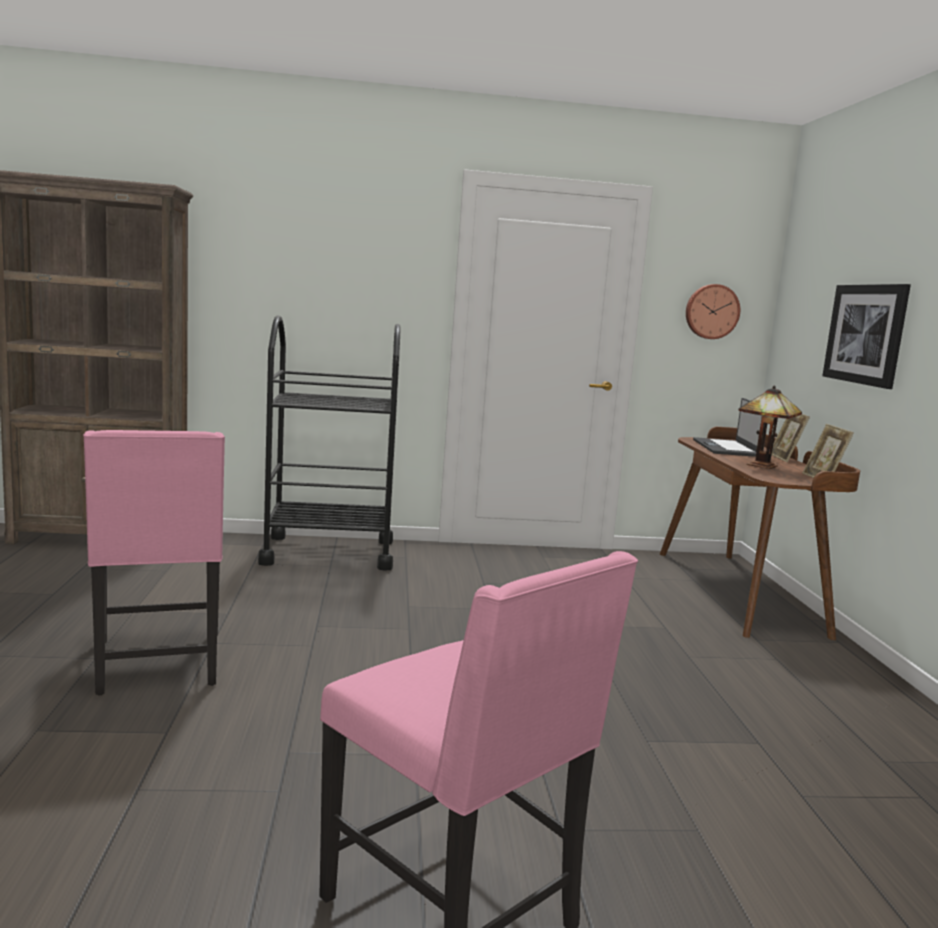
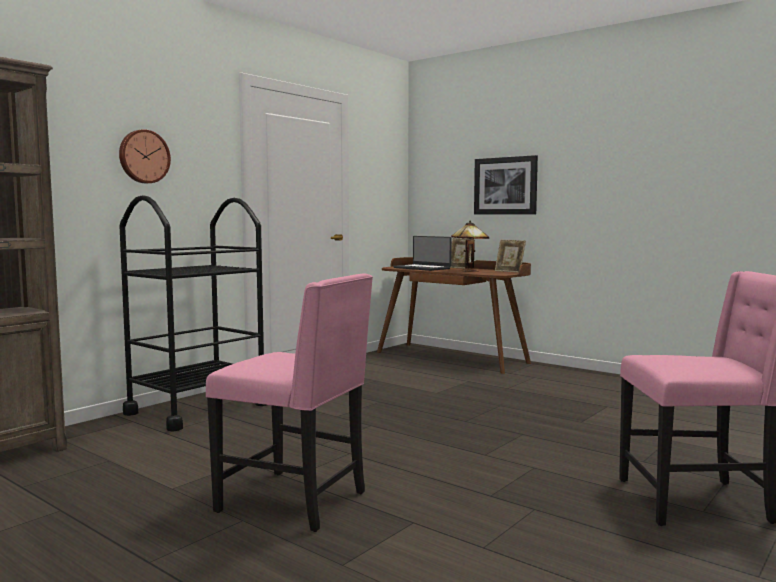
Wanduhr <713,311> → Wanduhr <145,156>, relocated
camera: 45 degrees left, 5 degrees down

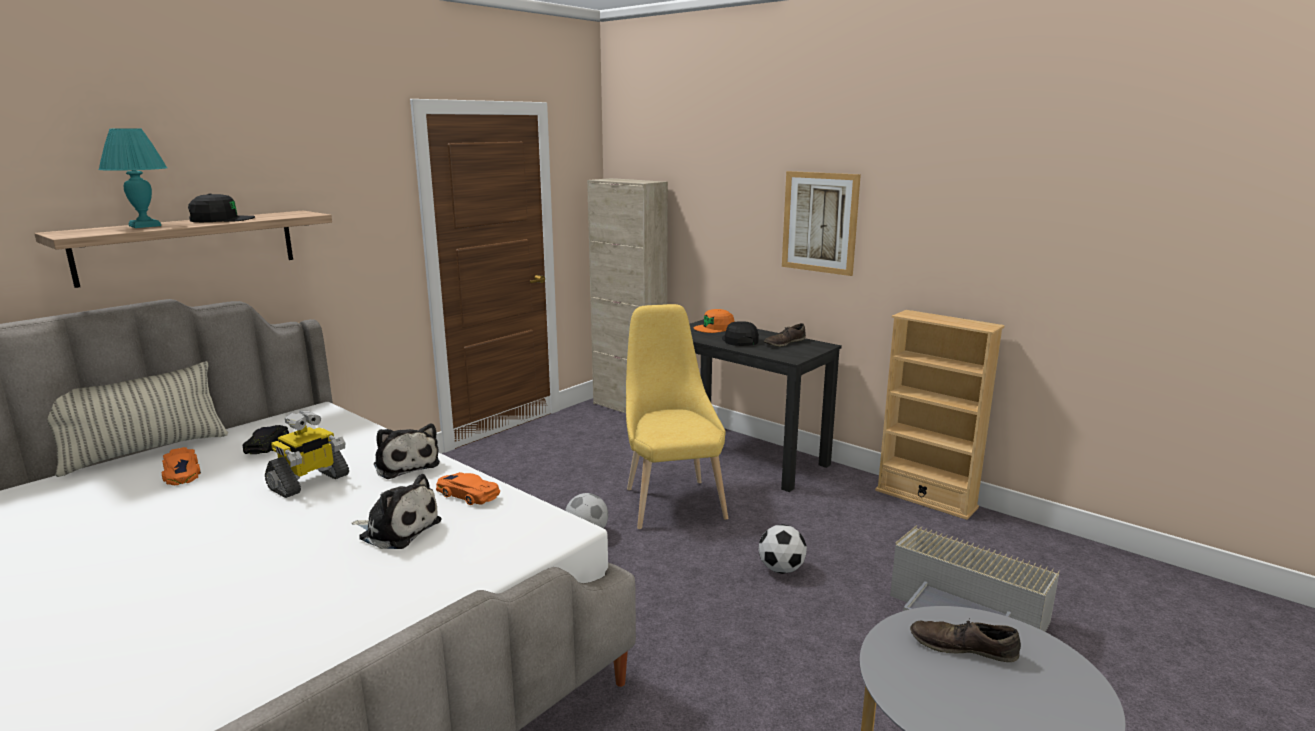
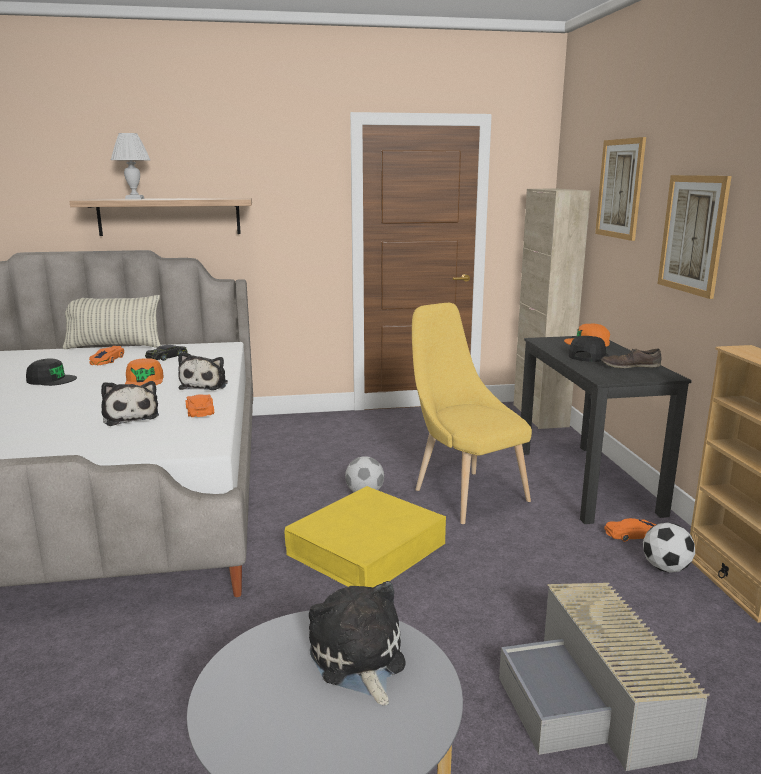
- → Aufbewahrungsbox/gelb <365,536>
- → Bild <620,189>
- → Spielzeugauto/orange <630,530>
Kappe/schwarz <221,207> → Kappe/schwarz <51,372>, relocated
Fußball <783,549> → Fußball <669,548>, relocated
Spielzeugroboter <307,454> → Kappe/orange <144,372>
Schuh/braun <965,640> → Plüschtier <357,643>
Tischlampe/türkis <133,178> → Tischlampe/weiß <130,166>
Stuhl/gelb <677,416> → Stuhl/gelb <472,413>, 60 degrees counterclockwise
camera: 40 degrees right, 0 degrees up

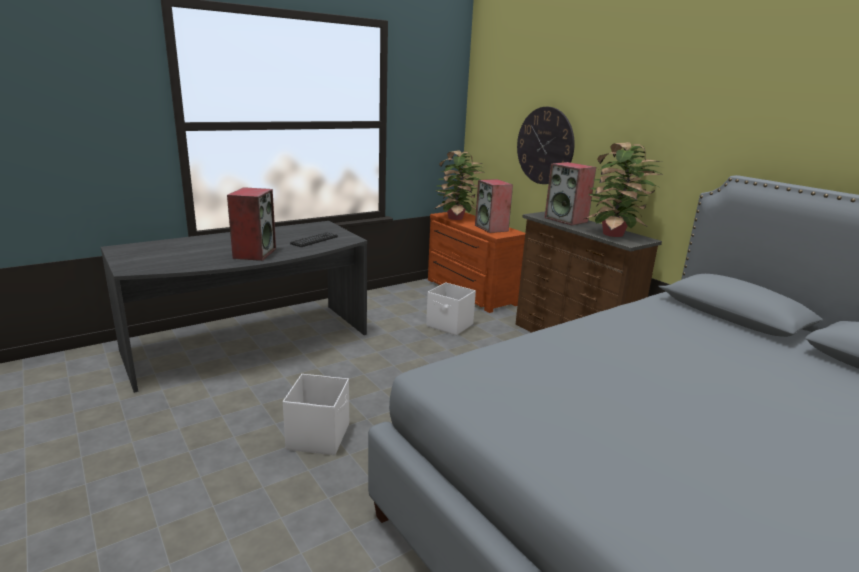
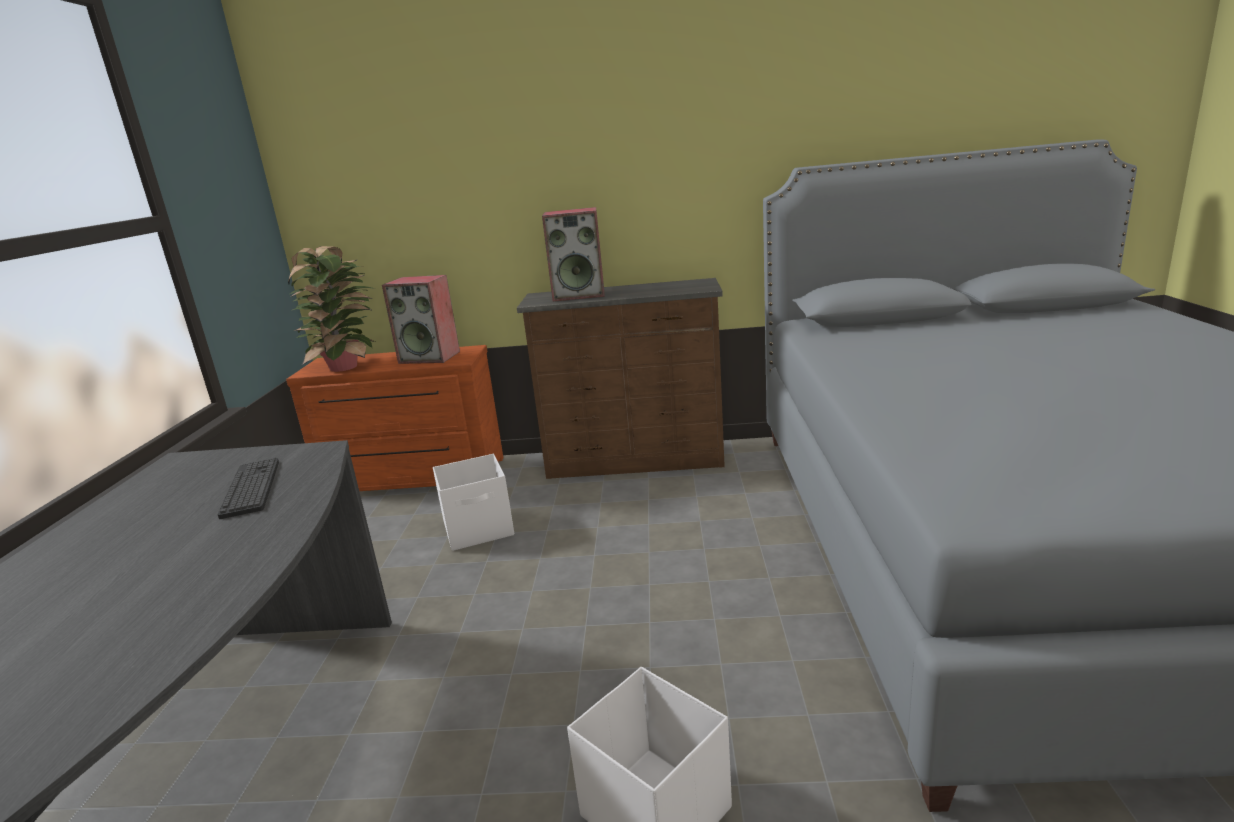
Lautsprecher <251,224> → -
Wanduhr <546,145> → -
Topfpflanze <623,189> → -
camera: 50 degrees left, 0 degrees up

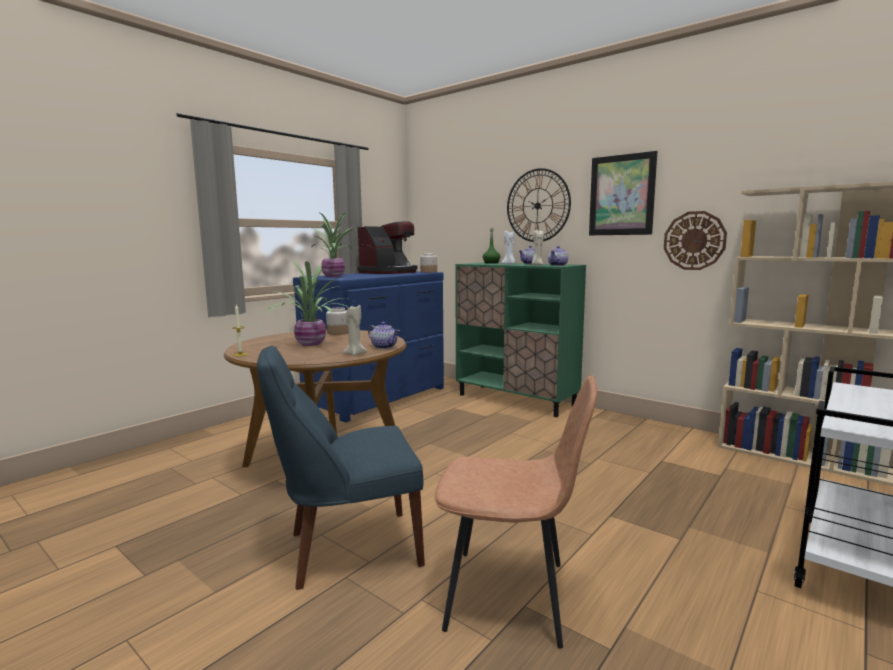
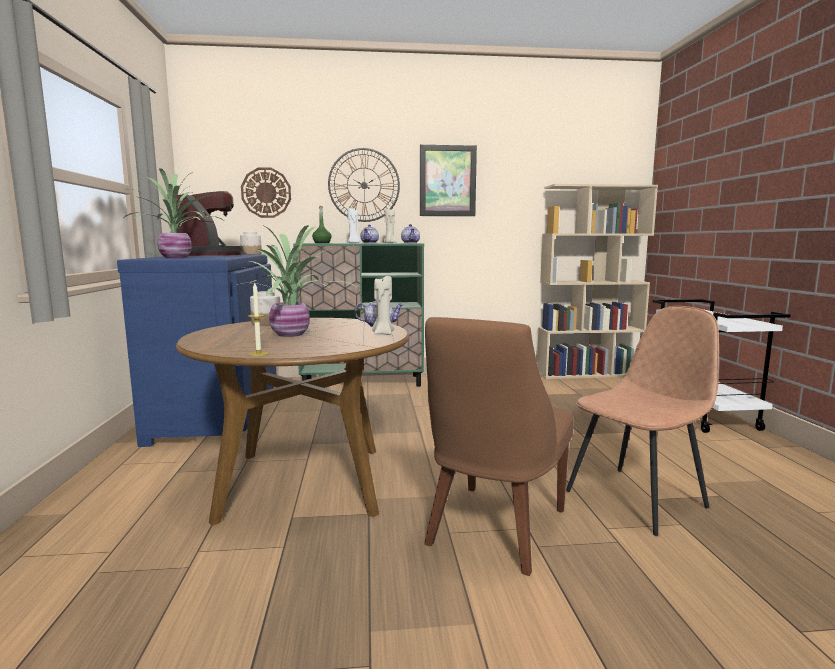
Wanduhr <695,240> → Wanduhr <266,192>, relocated
Stuhl/blau <341,468> → Stuhl/braun <498,446>
camera: 45 degrees left, 0 degrees up

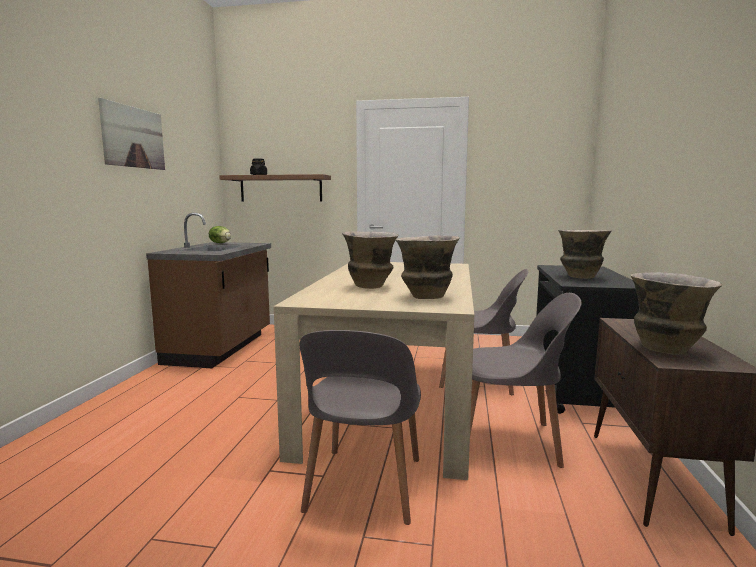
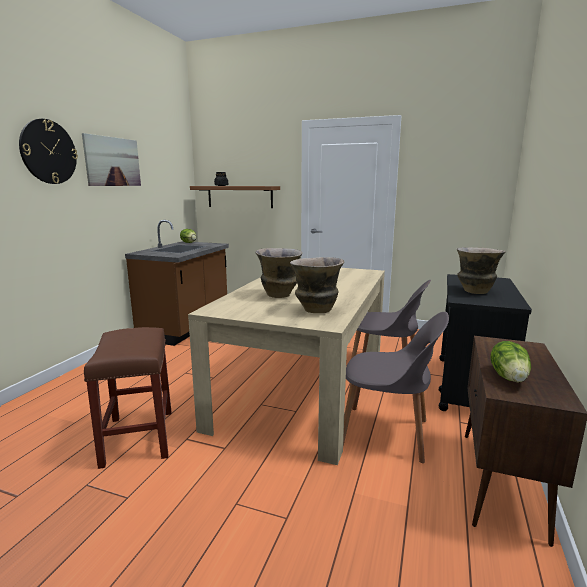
Stuhl/grau <360,427> → -
- → Wanduhr <48,151>
- → Hocker/braun <127,398>
Vase <676,313> → Salatkopf <510,361>
camera: 10 degrees right, 5 degrees up

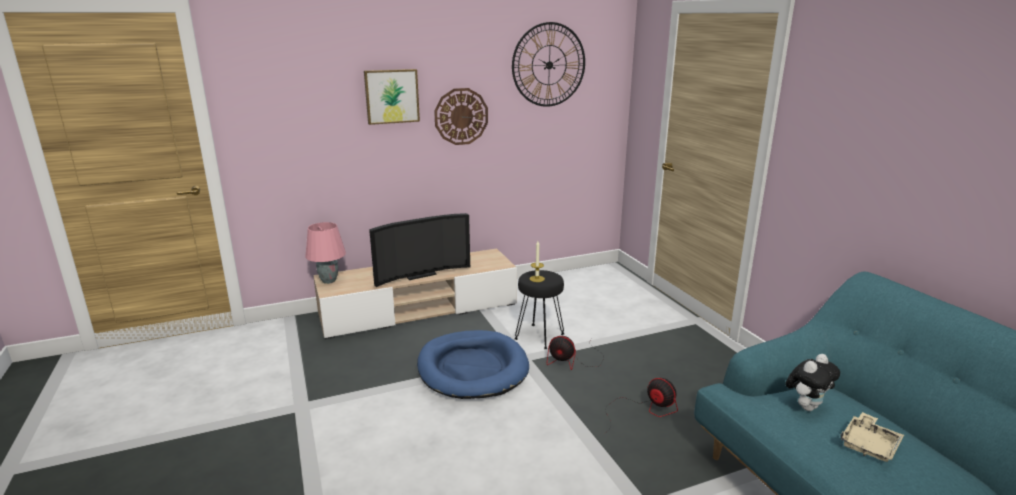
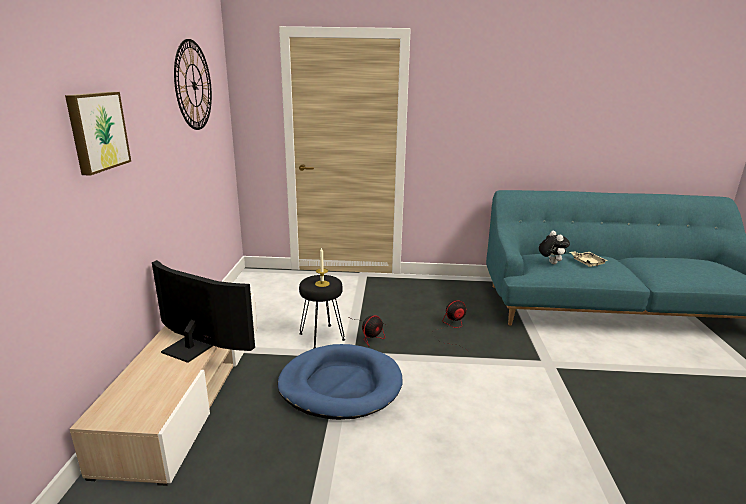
Tischlampe/rosa <325,253> → -
Wanduhr <461,116> → -
Fernseher <419,250> → Fernseher <203,311>, 60 degrees counterclockwise
camera: 65 degrees left, 0 degrees up

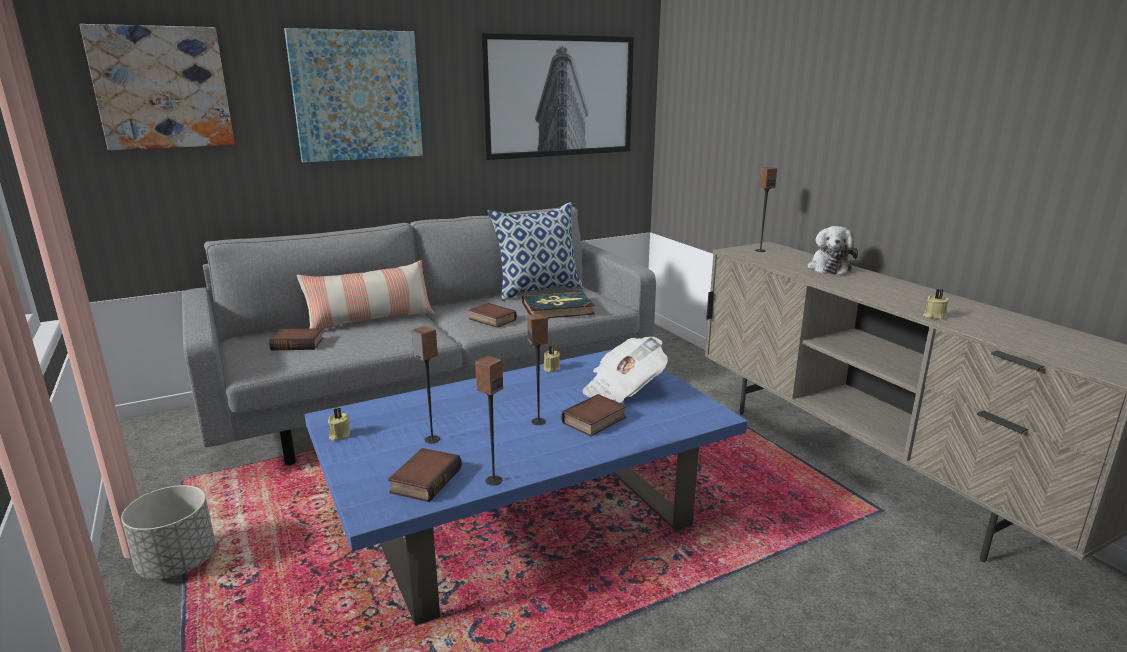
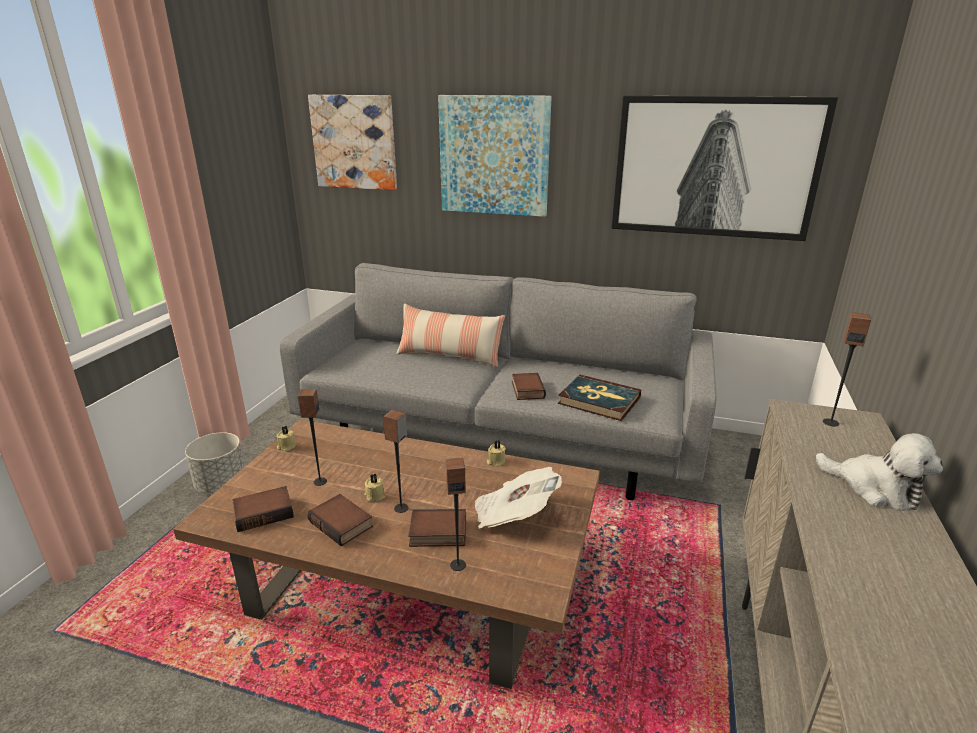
Kissen <536,251> → -
Buch <296,339> → Buch <340,520>, relocated
Lautsprecher <489,421> → Lautsprecher <456,514>, relocated
Kerze/beige <936,304> → Kerze/beige <374,487>, relocated
Couchtisch/blau <526,487> → Couchtisch/braun <386,554>
Plüschtier <832,250> → Plüschtier <879,472>, 105 degrees counterclockwise
camera: 45 degrees right, 5 degrees up

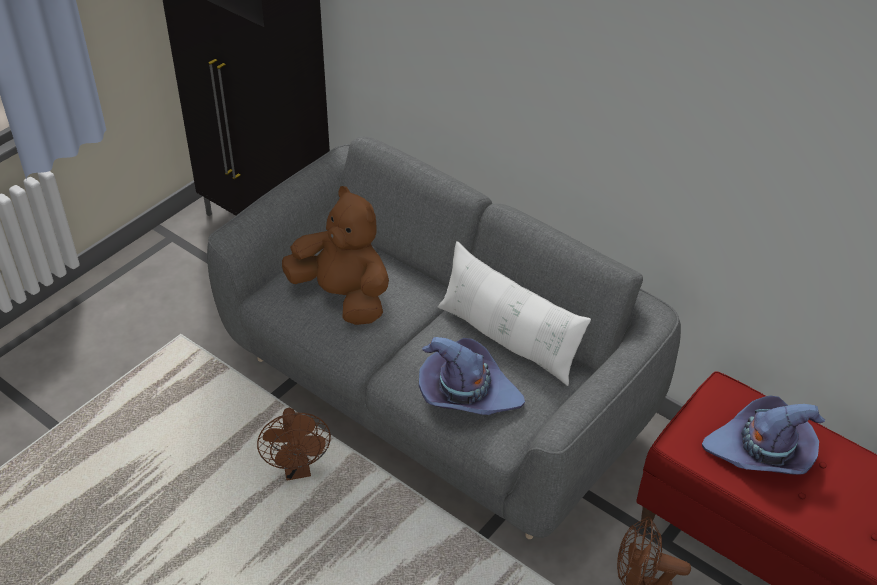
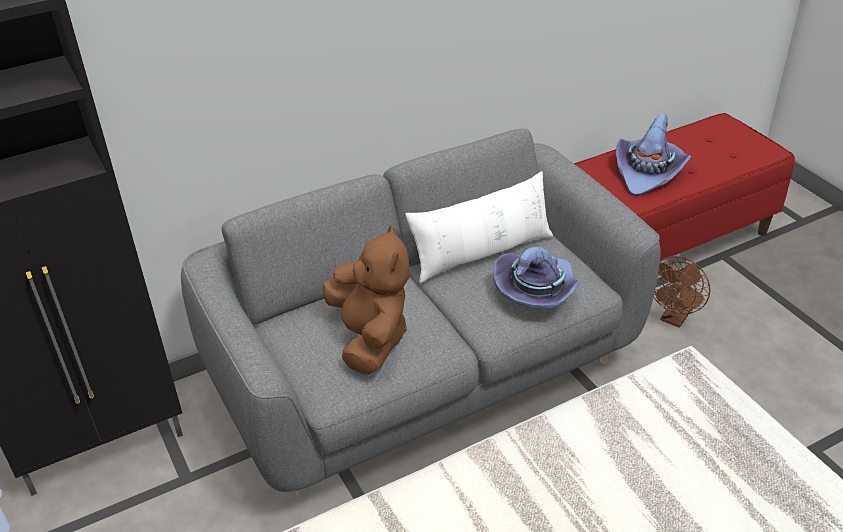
Ventilator/braun <294,444> → -
Plüschtier/braun <335,255> → Plüschtier/braun <366,299>, 105 degrees clockwise
camera: 65 degrees left, 5 degrees down

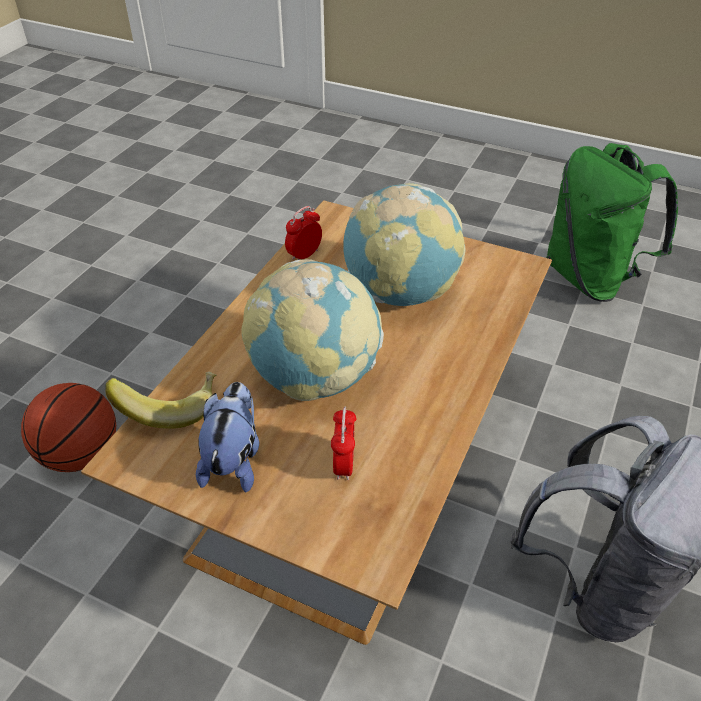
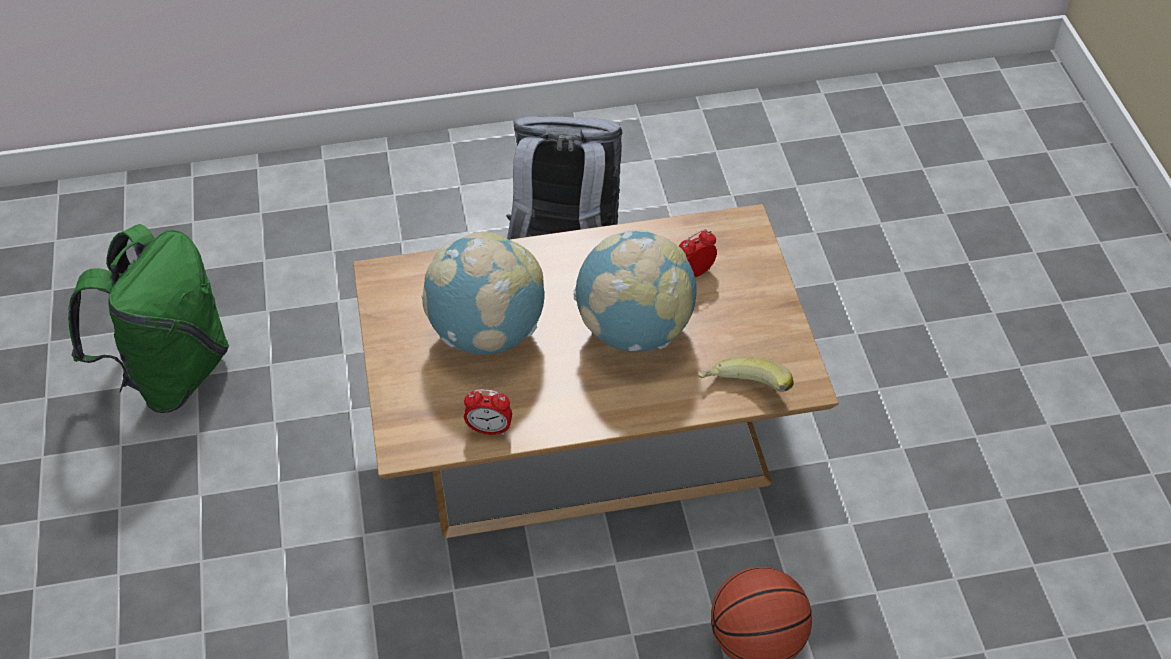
Plüschtier <227,437> → -
camera: 125 degrees left, 5 degrees up

